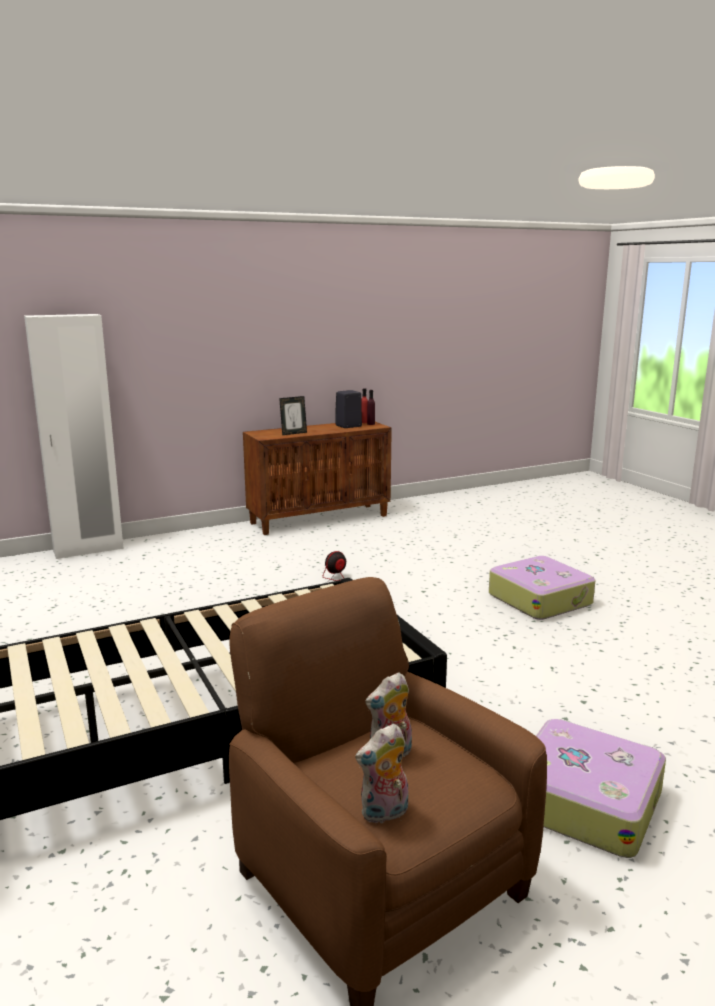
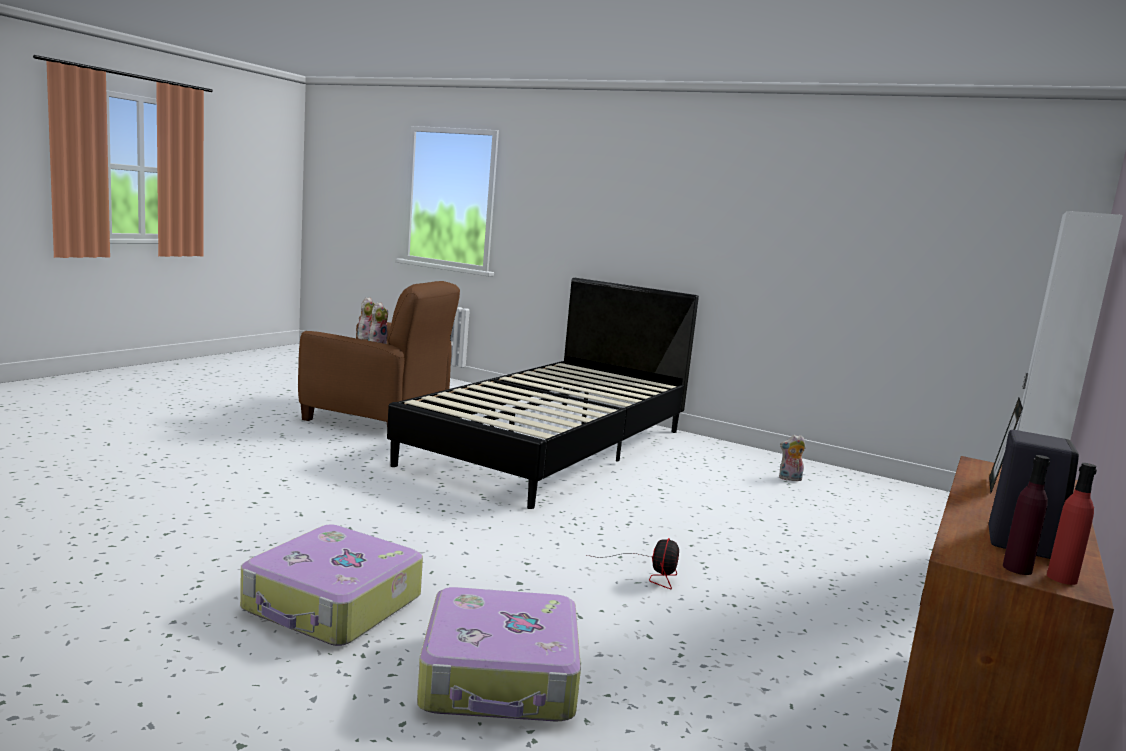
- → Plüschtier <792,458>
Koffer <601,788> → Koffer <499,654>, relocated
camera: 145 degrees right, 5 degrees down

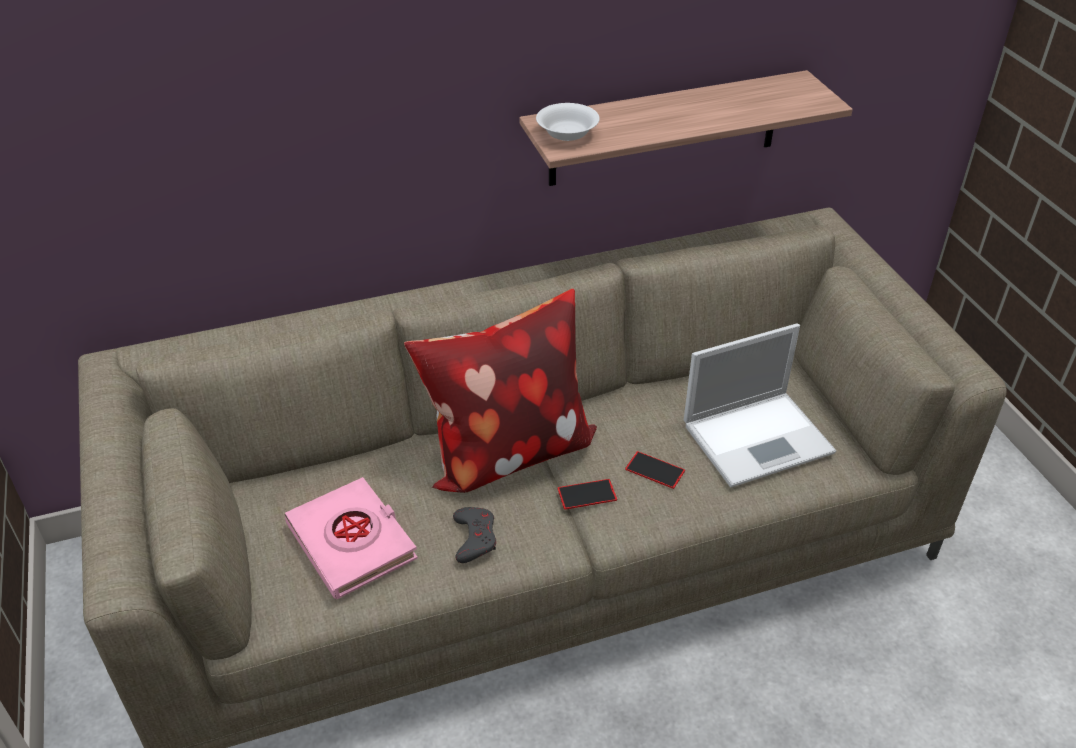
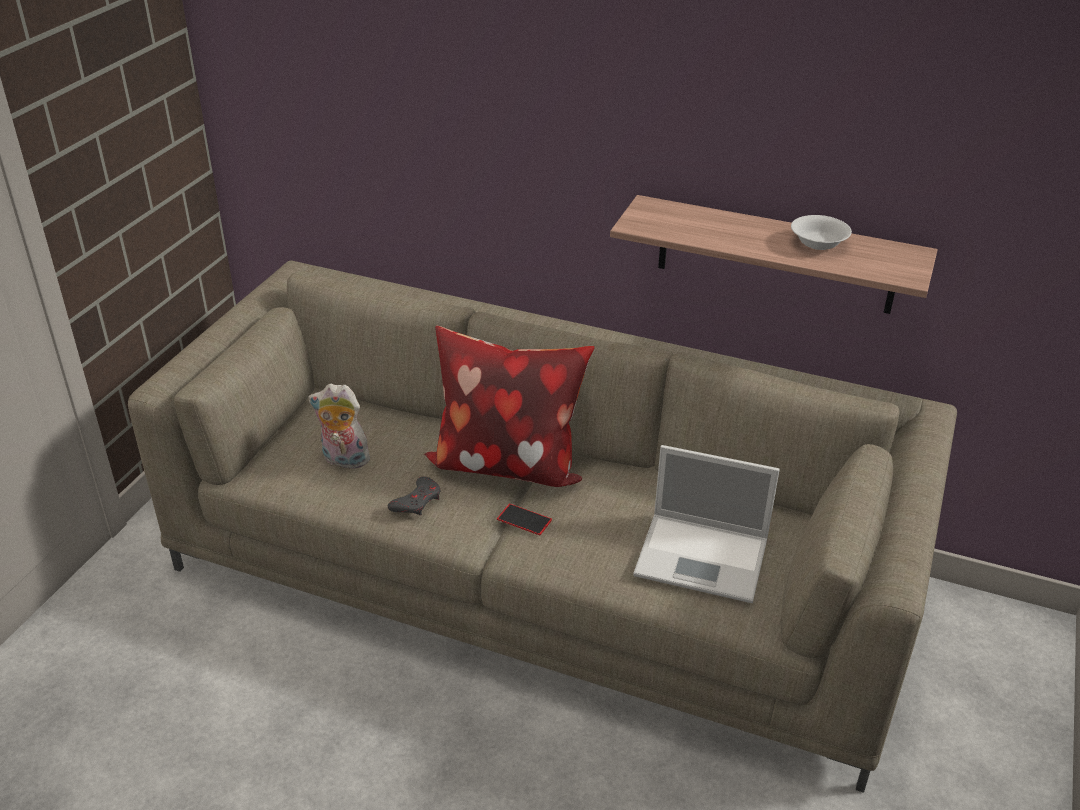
Handy <655,470> → -
Schüssel/weiß <568,122> → Schüssel/weiß <821,232>, relocated
Buch/rosa <351,538> → Plüschtier <339,426>
camera: 40 degrees right, 5 degrees down

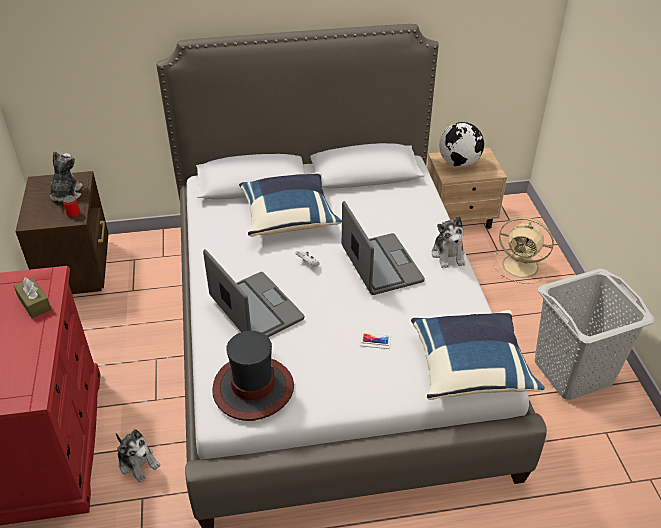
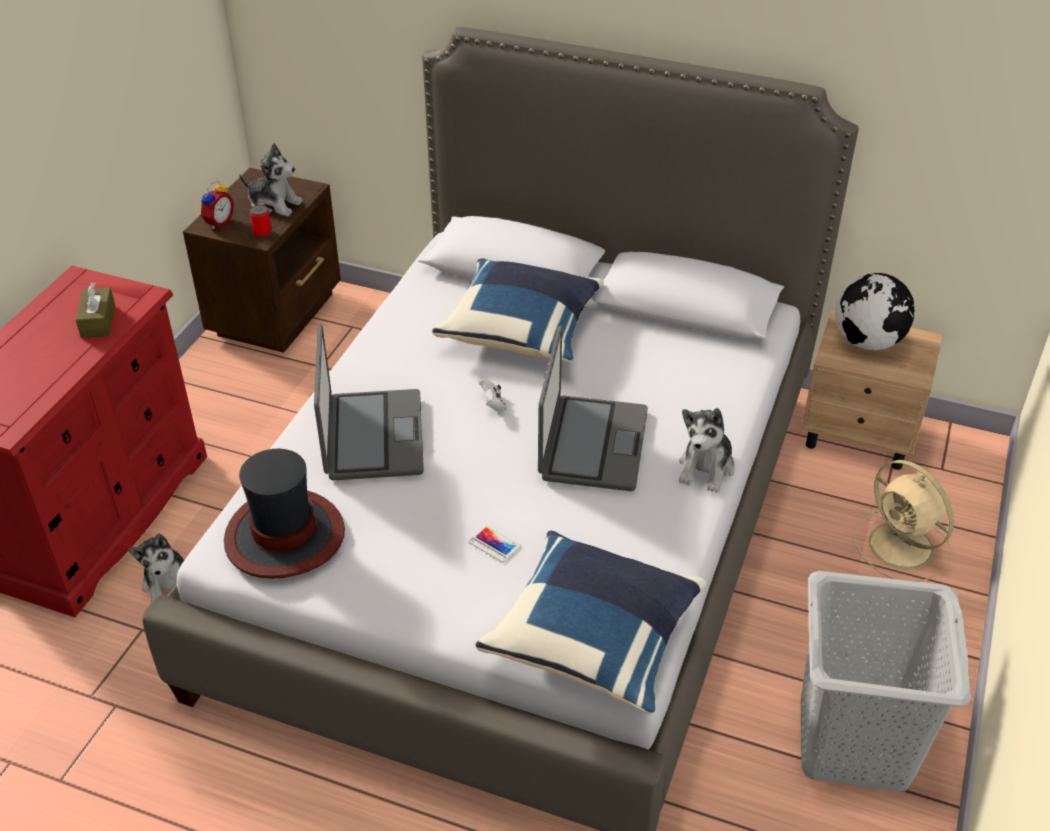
- → Wecker <216,205>
Plüschtier <66,176> → Plüschtier <271,180>, 75 degrees clockwise
camera: 30 degrees right, 0 degrees up

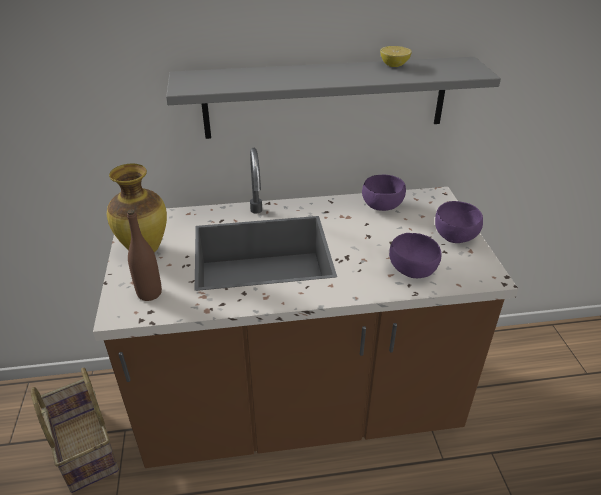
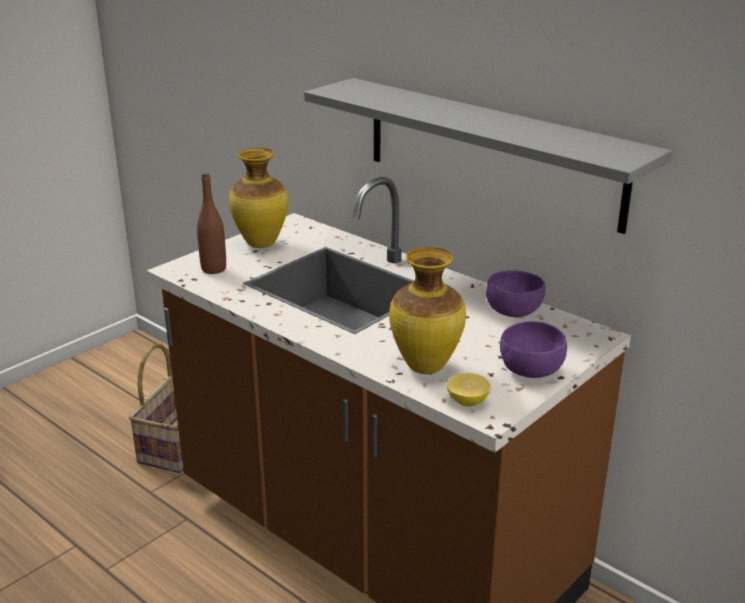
Zitrone <396,56> → Zitrone <469,389>, relocated
Schüssel/lila <415,255> → Vase <427,310>
camera: 50 degrees right, 10 degrees down

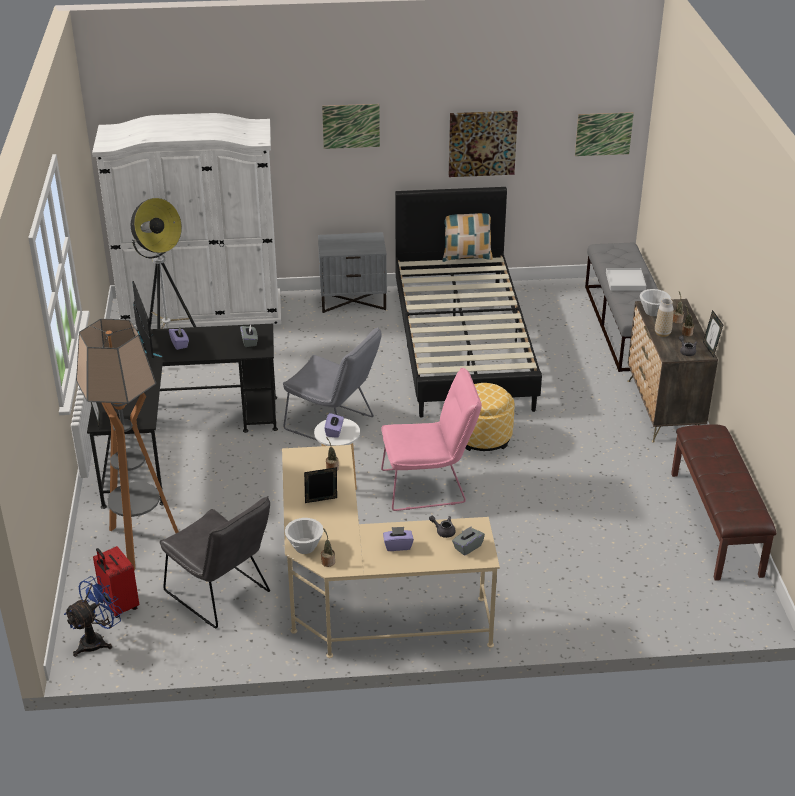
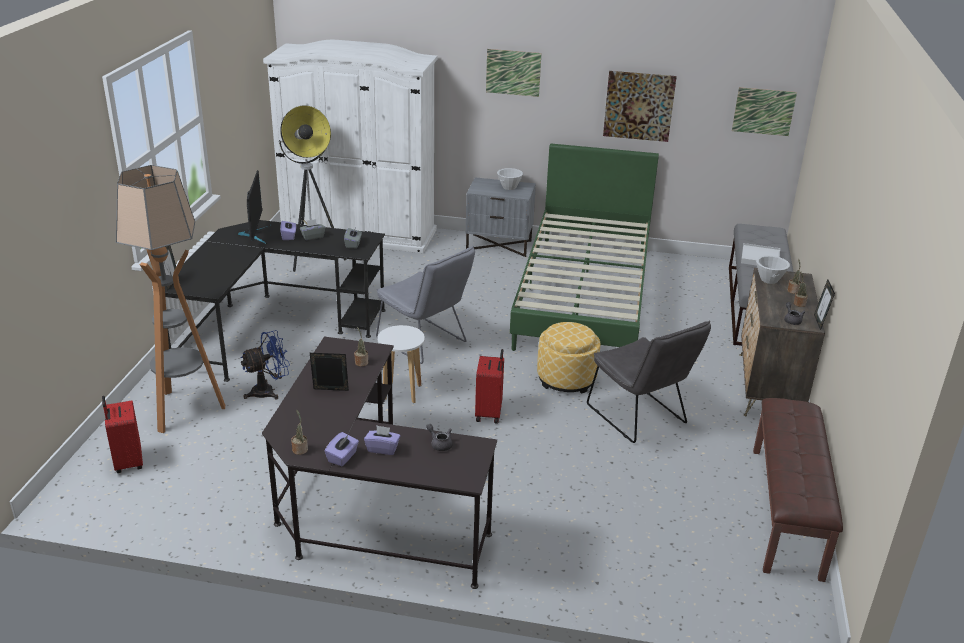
Kissen <468,237> → -
Vase <664,318> → -
Ventilator/blau <93,616> → Ventilator/blau <265,364>, relocated
Stuhl/grau <214,562> → Stuhl/grau <649,382>, relocated
Schüssel/weiß <304,536> → Schüssel/weiß <510,179>, relocated
Taschentuchbox/lila <334,425> → Taschentuchbox/lila <342,449>, relocated
Taschentuchbox/grau <468,541> → Taschentuchbox/grau <312,229>, relocated
Stuhl/rosa <431,439> → Koffer/rot <489,386>
Schreibtisch/beige <391,551> → Schreibtisch/schwarz <379,463>
Bett/schwarz <468,302> → Bett/grün <584,247>
camera: 15 degrees right, 5 degrees down

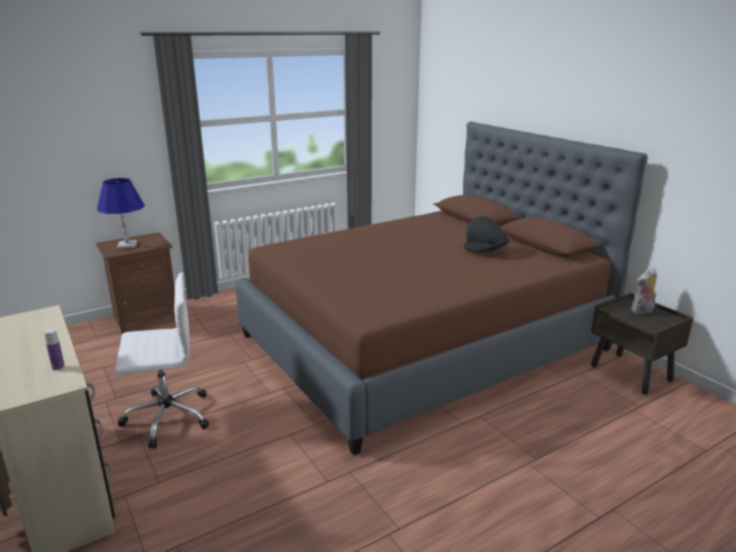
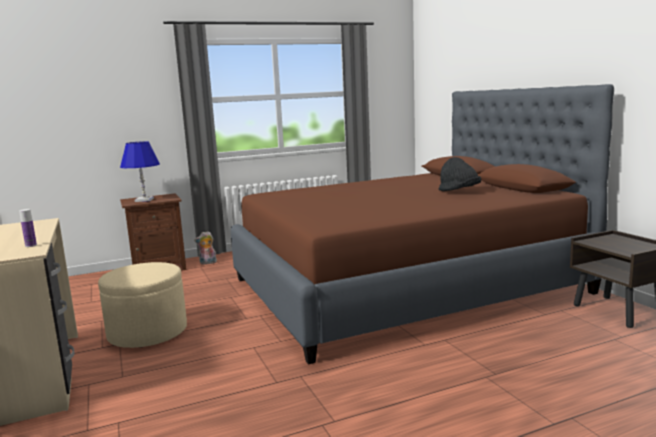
Plüschtier <644,291> → Plüschtier <205,248>, relocated
Bürostuhl/weiß <162,360> → Polsterhocker/beige <142,305>
camera: 10 degrees right, 10 degrees down

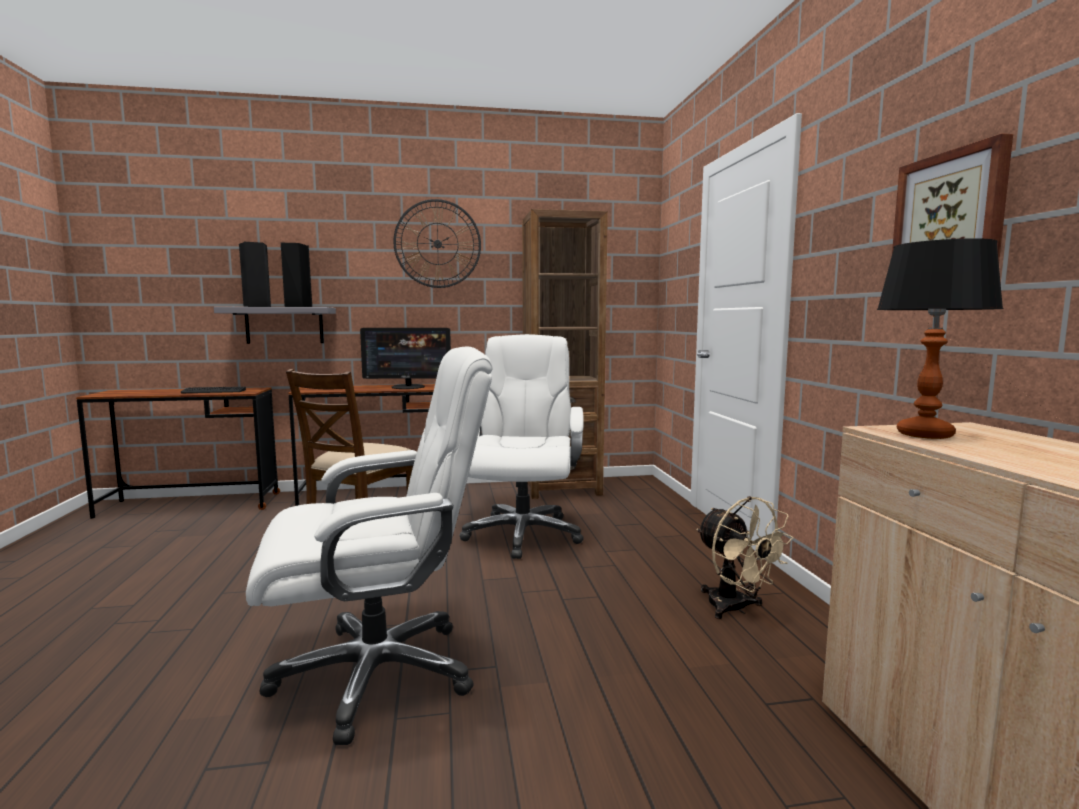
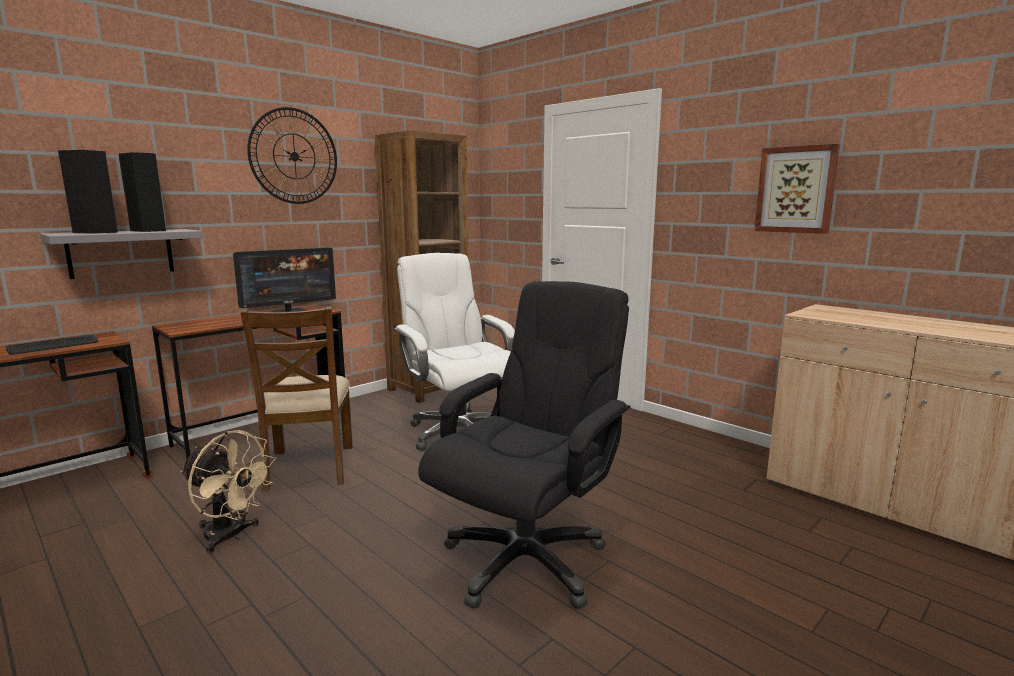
Tischlampe <940,338> → -
Ventilator/beige <744,557> → Ventilator/beige <228,491>, relocated
Bürostuhl/weiß <369,545> → Bürostuhl/schwarz <524,445>
camera: 35 degrees left, 5 degrees up

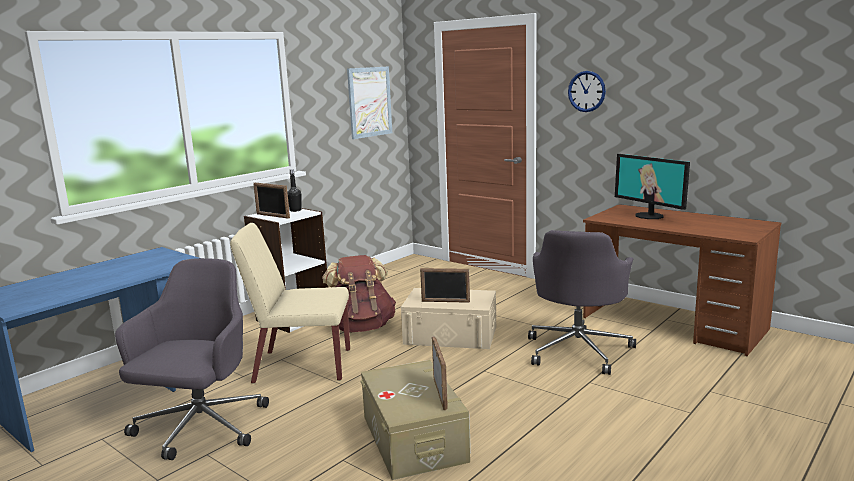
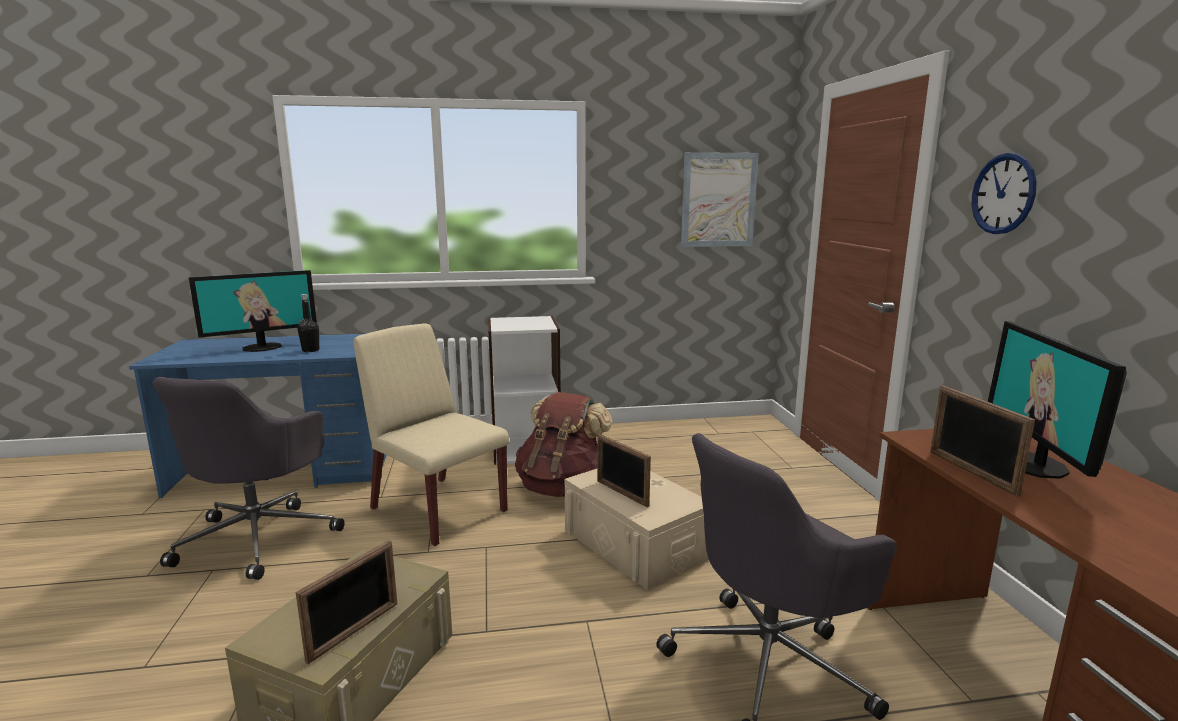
- → Monitor <253,311>
Bilderrahmen <271,201> → Bilderrahmen <982,441>, relocated
Flasche/schwarz <294,190> → Flasche/schwarz <308,323>, relocated
Bürostuhl/grau <192,359> → Bürostuhl/grau <249,478>, 135 degrees clockwise
camera: 40 degrees right, 0 degrees up

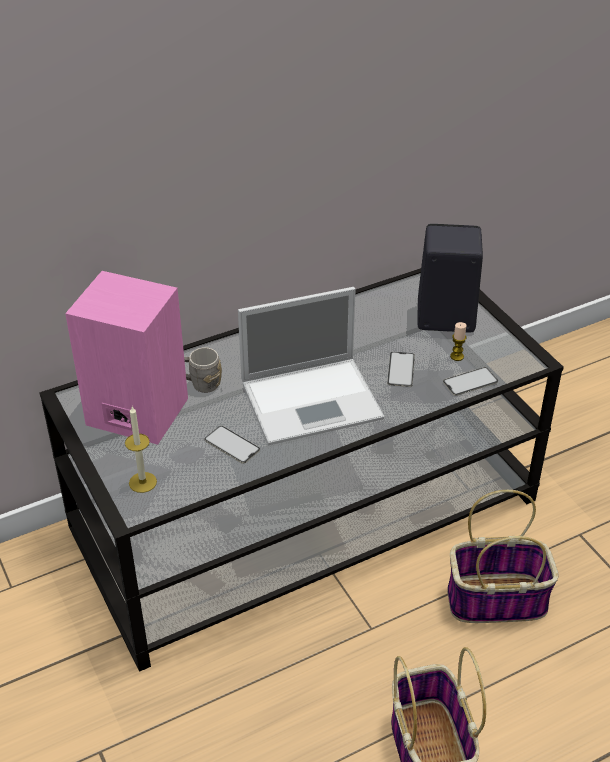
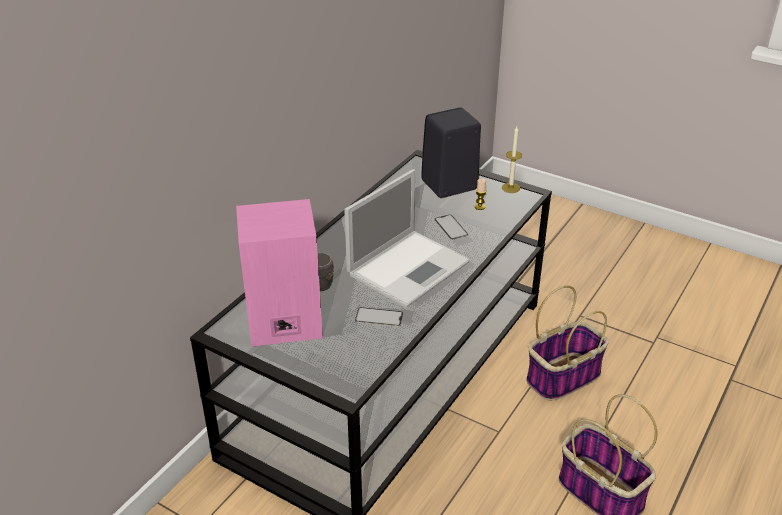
Handy <470,381> → -
Kerze <141,450> → Kerze <512,159>, relocated
camera: 30 degrees left, 5 degrees down

